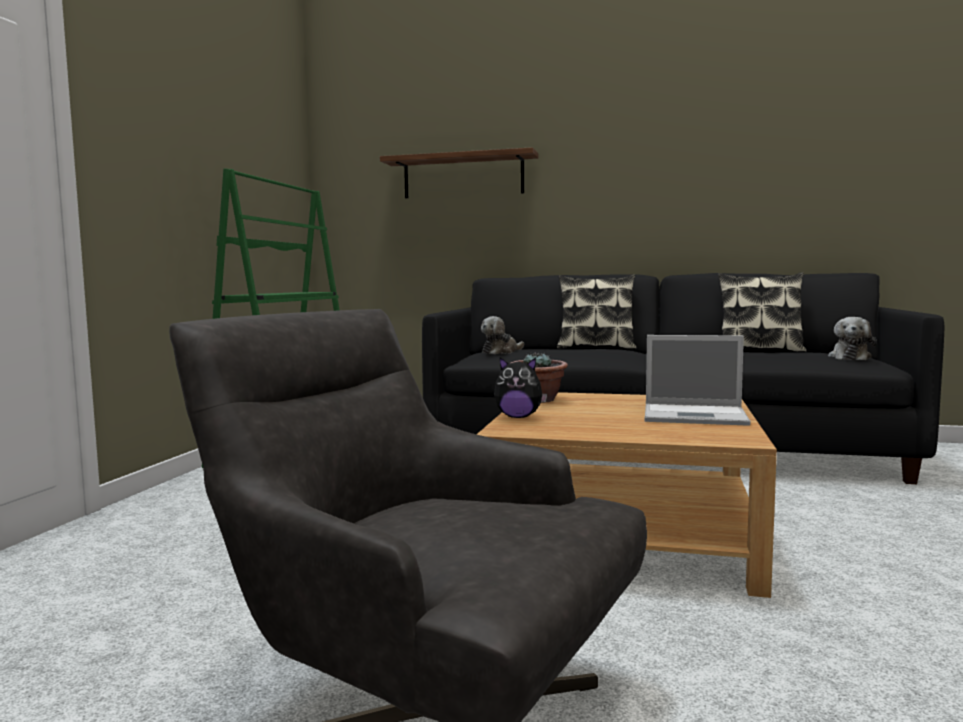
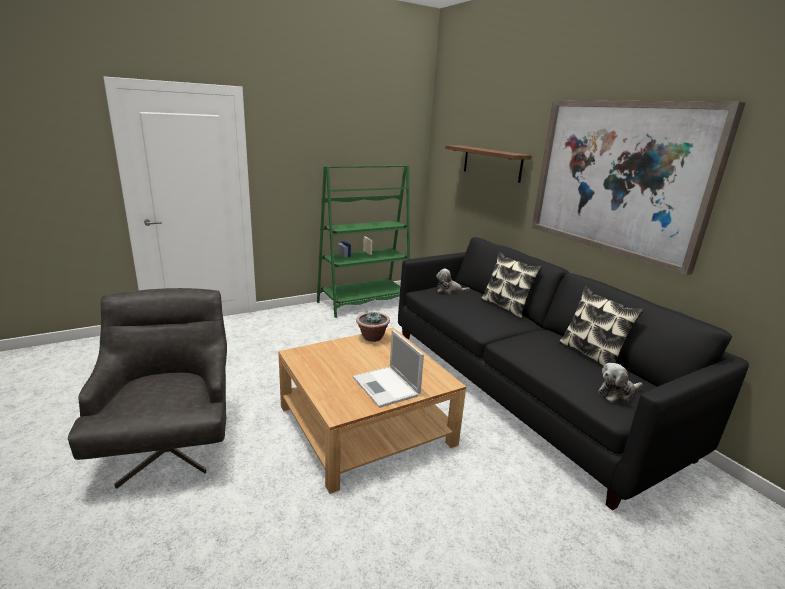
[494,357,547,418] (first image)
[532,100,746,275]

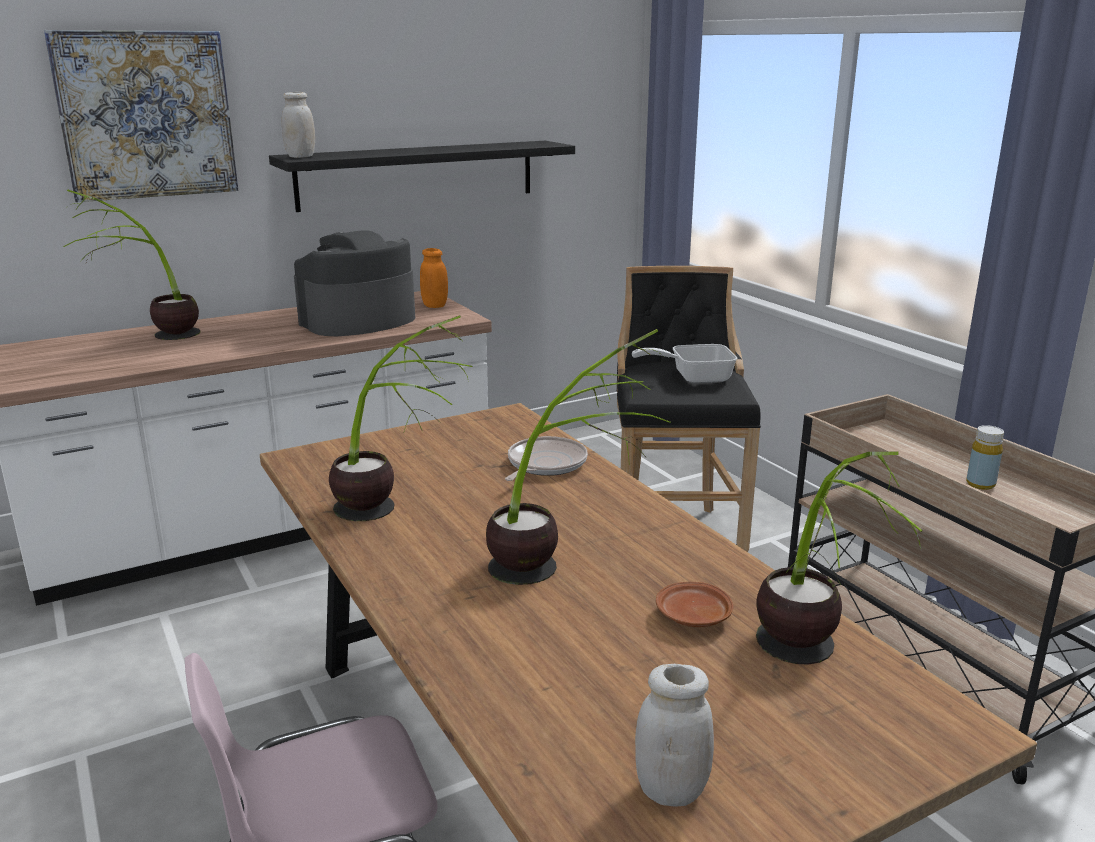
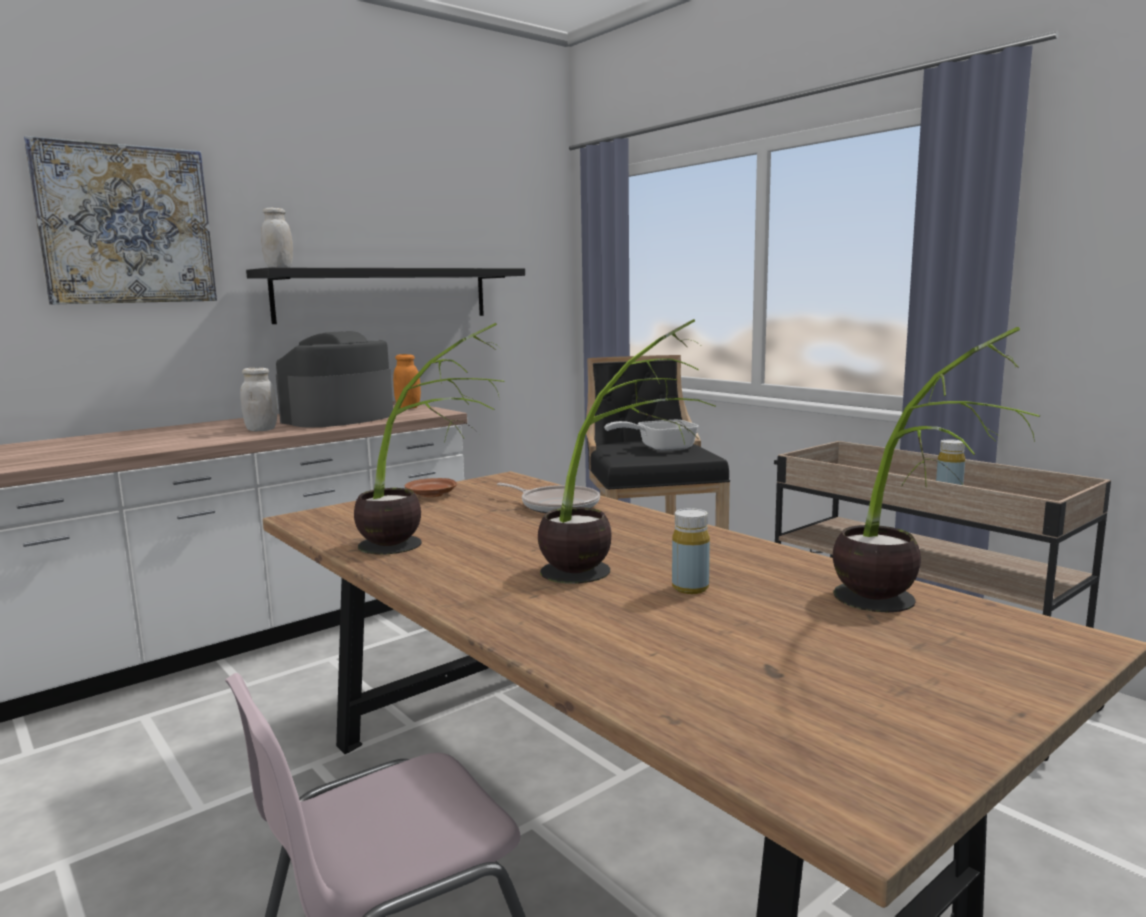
[63,189,201,340] (first image)
[672,508,710,594]
[240,368,277,431]
[405,478,457,497]
[497,483,600,513]

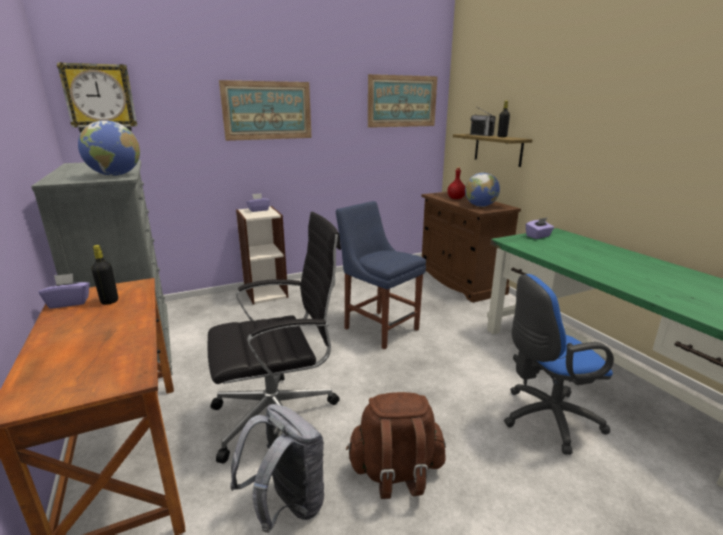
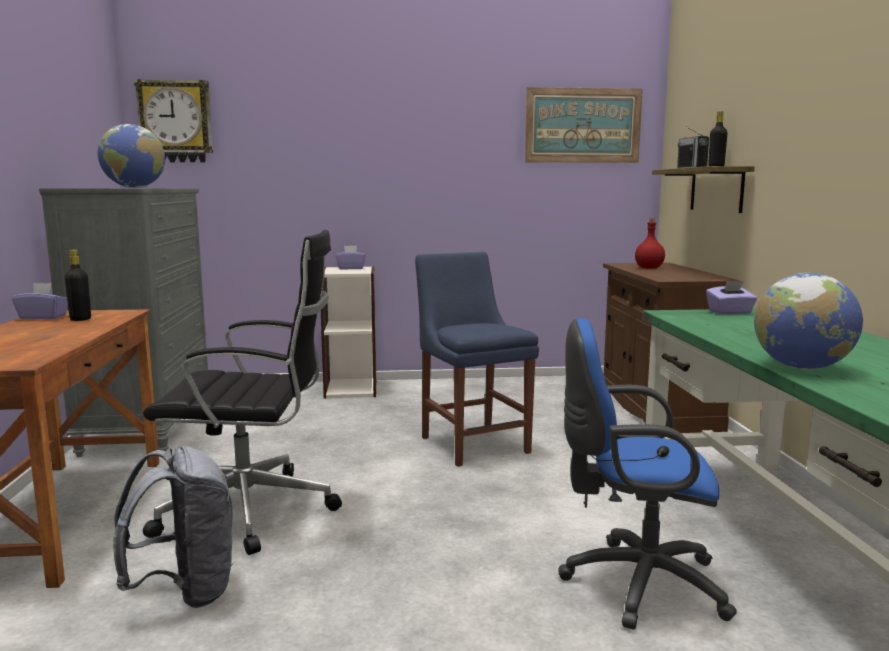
[219,80,312,141] (first image)
[346,392,446,499] (first image)
[754,273,863,370]

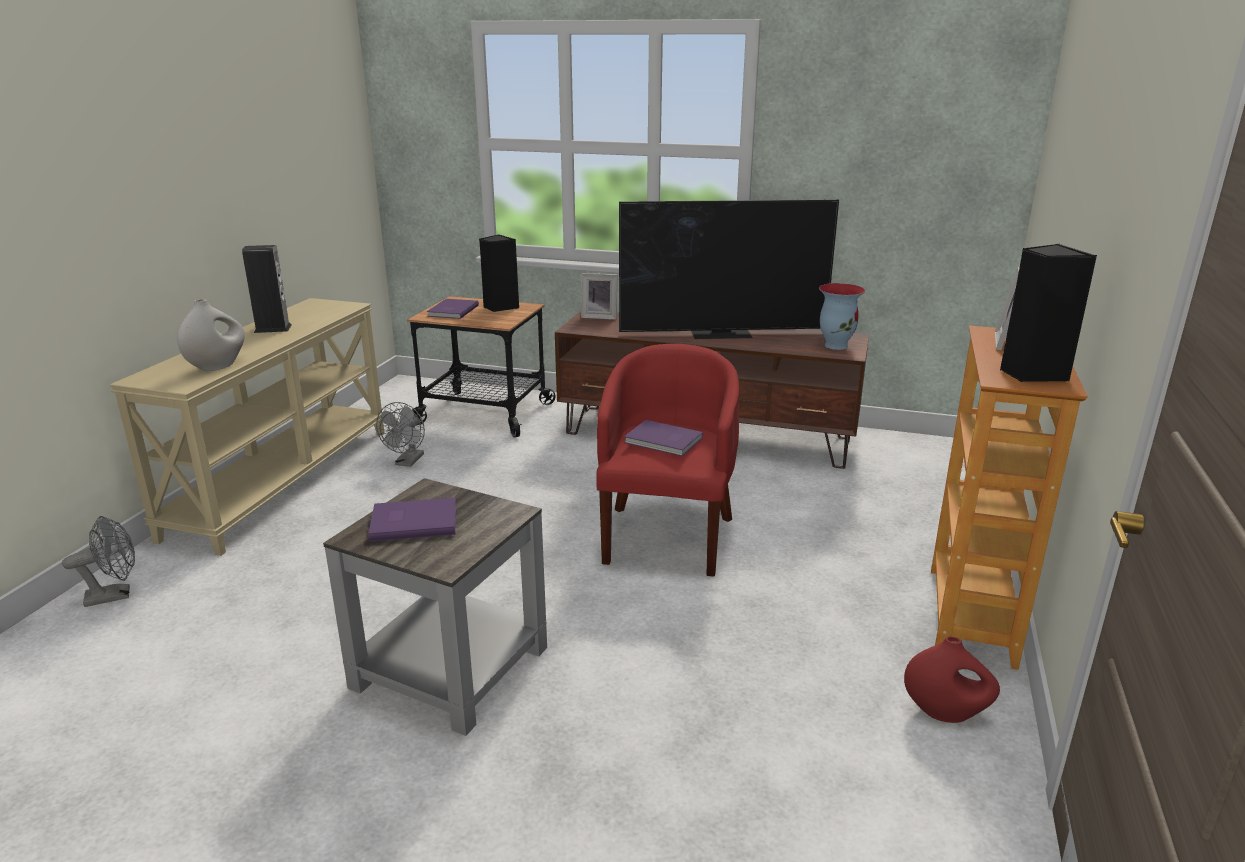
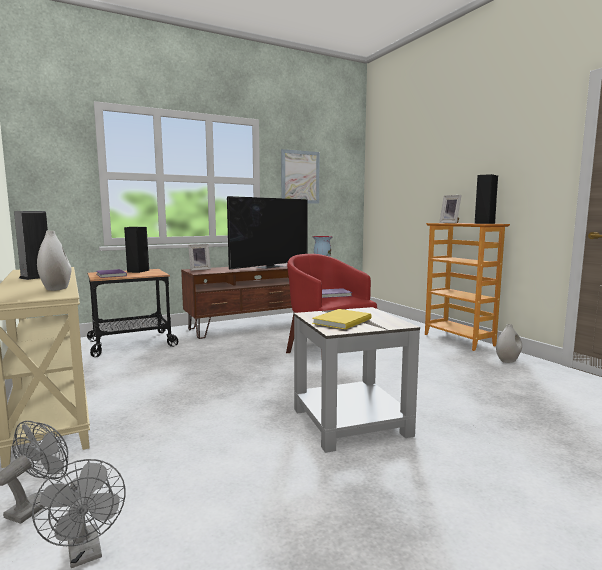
[281,149,320,204]
[32,459,126,568]
[312,309,372,329]
[496,324,522,363]

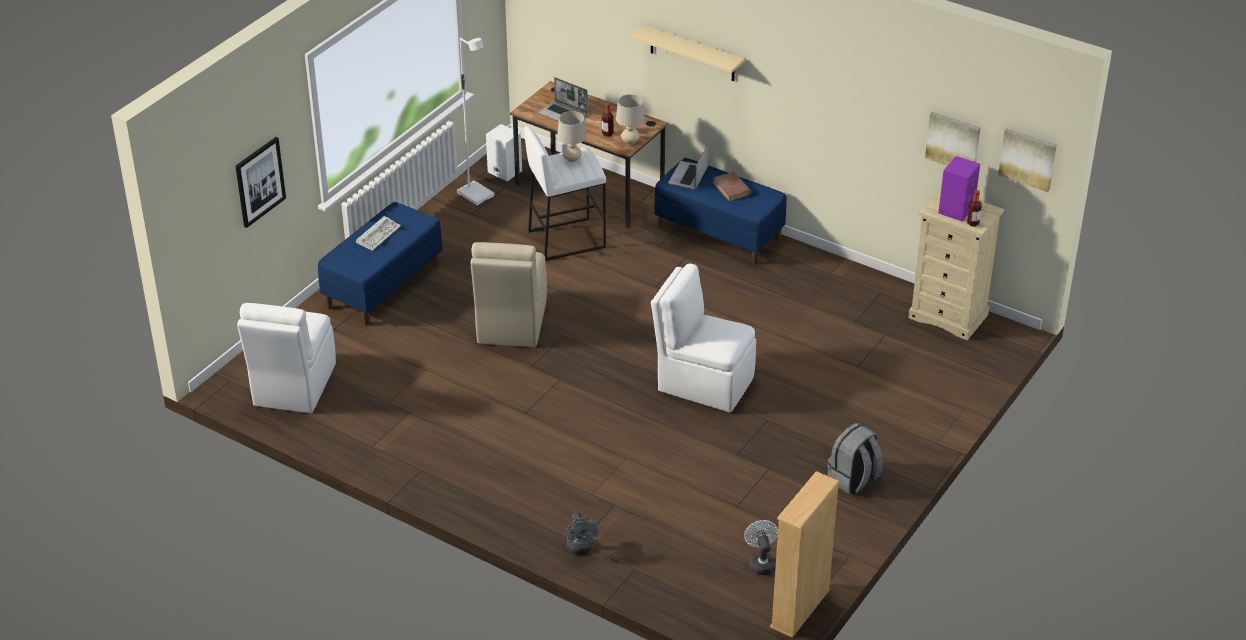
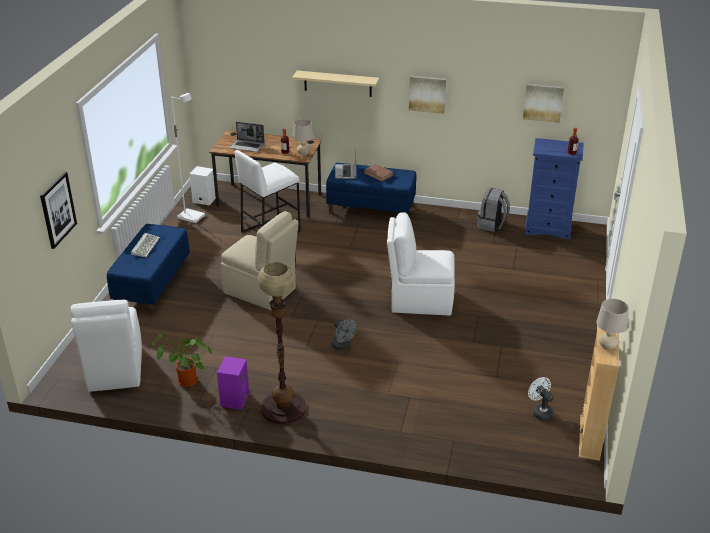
[152,331,212,387]
[258,262,306,424]
[597,299,629,350]
[332,319,357,350]
[477,188,510,232]
[217,356,249,410]
[409,76,446,114]
[524,138,584,239]
[221,211,299,310]

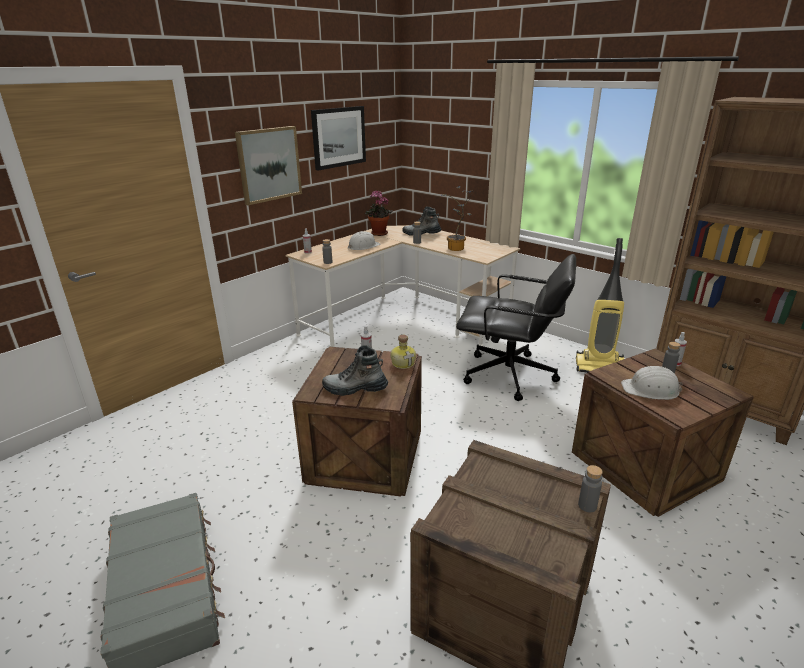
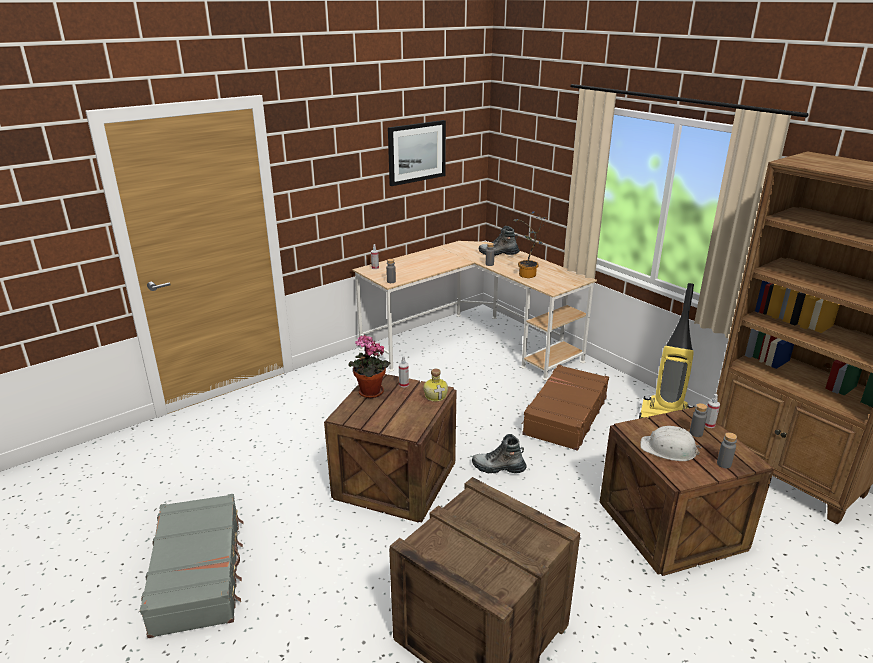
[235,126,302,205] (first image)
[348,231,381,250] (first image)
[472,434,527,473]
[349,335,391,398]
[717,432,737,468]
[522,364,609,451]

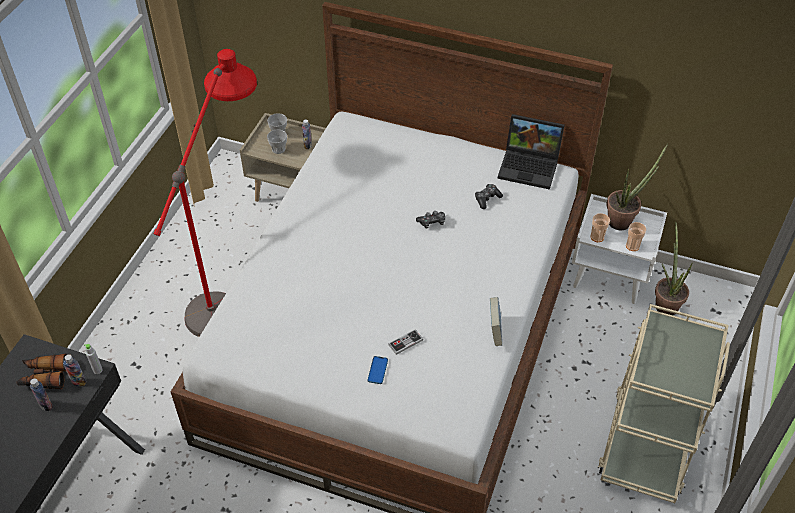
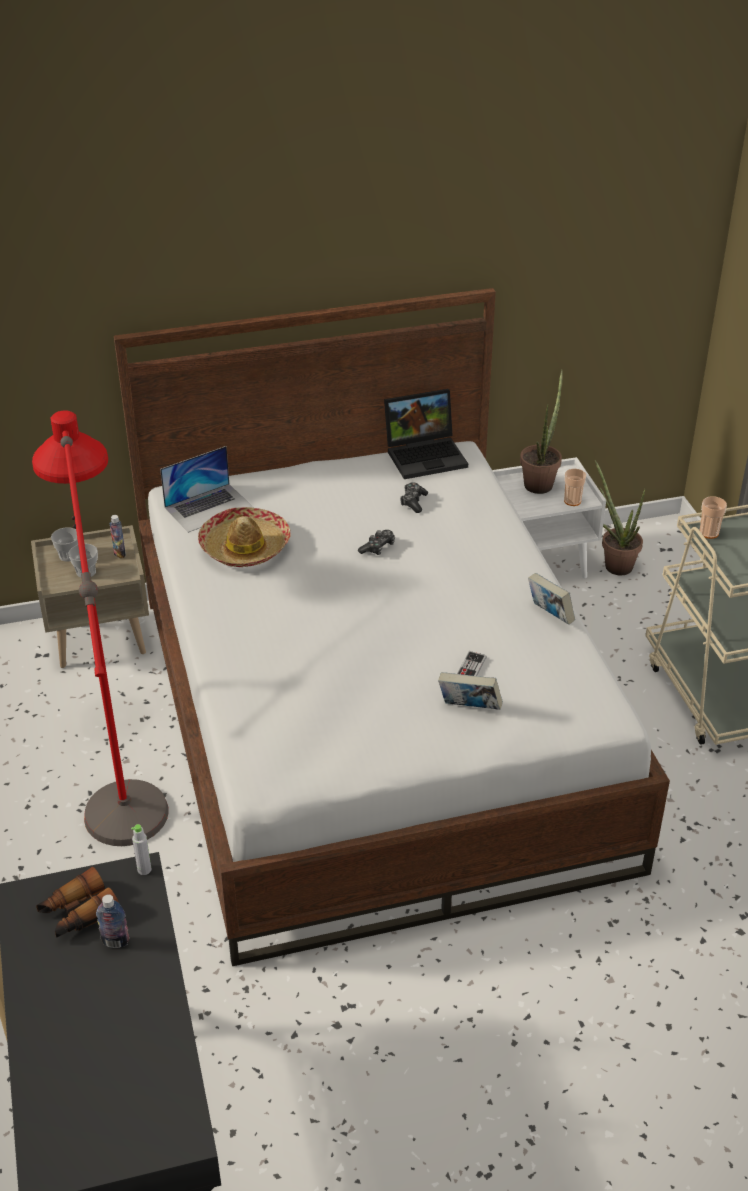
[63,354,87,386] (first image)
[160,446,254,533]
[198,507,291,567]
[700,496,727,539]
[438,672,503,710]

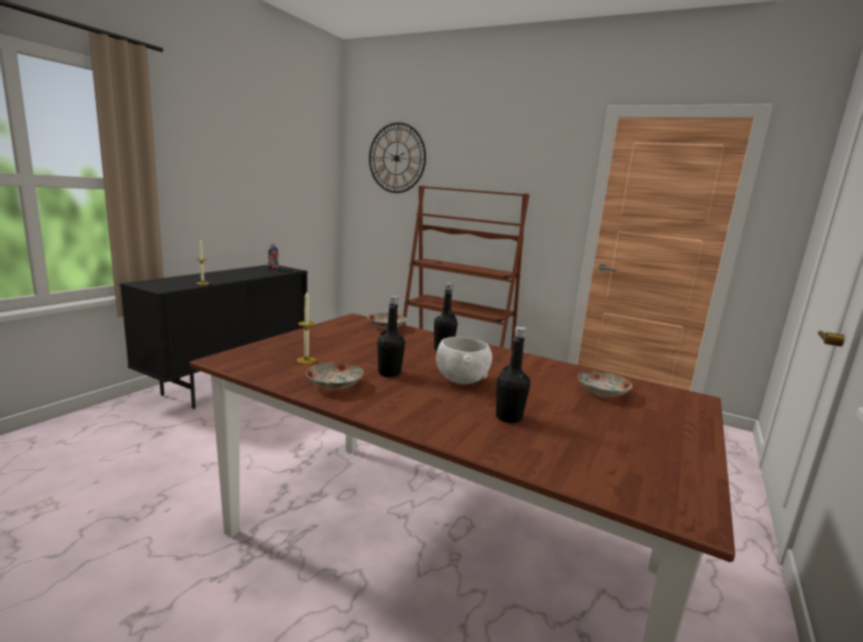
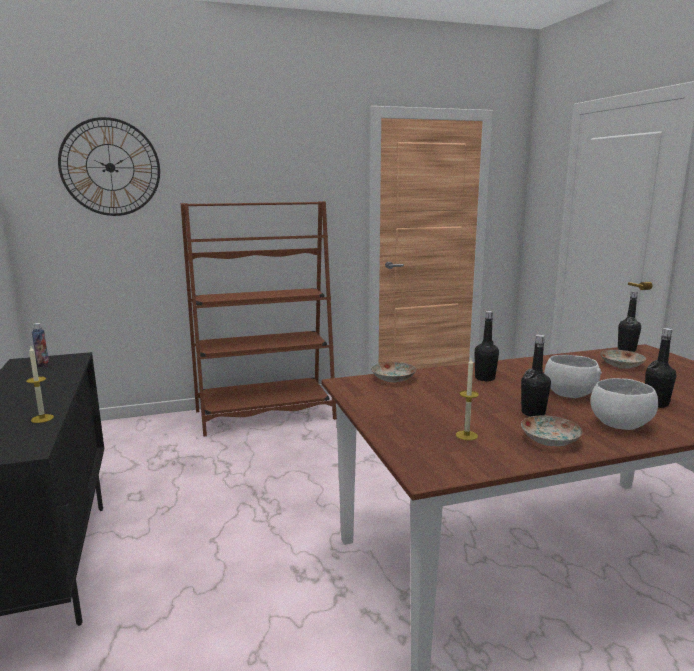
[591,378,658,430]
[618,291,641,352]

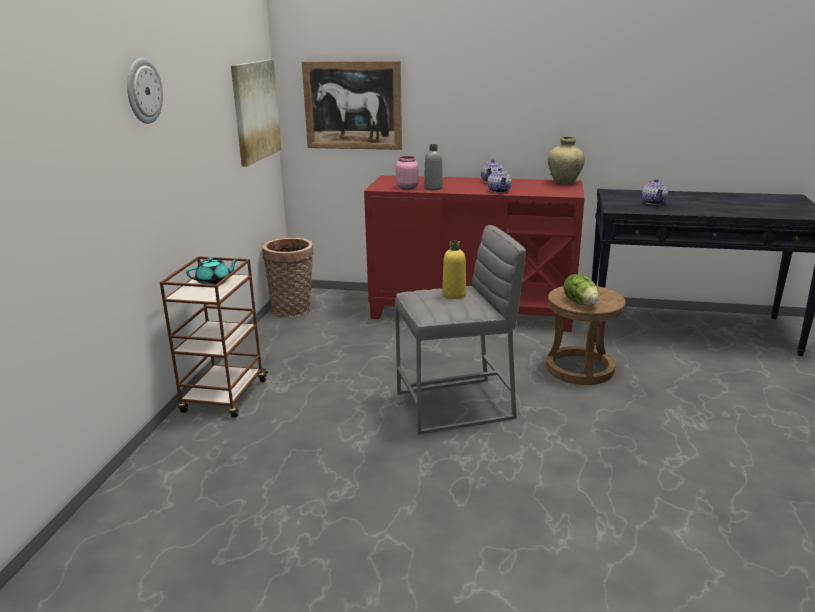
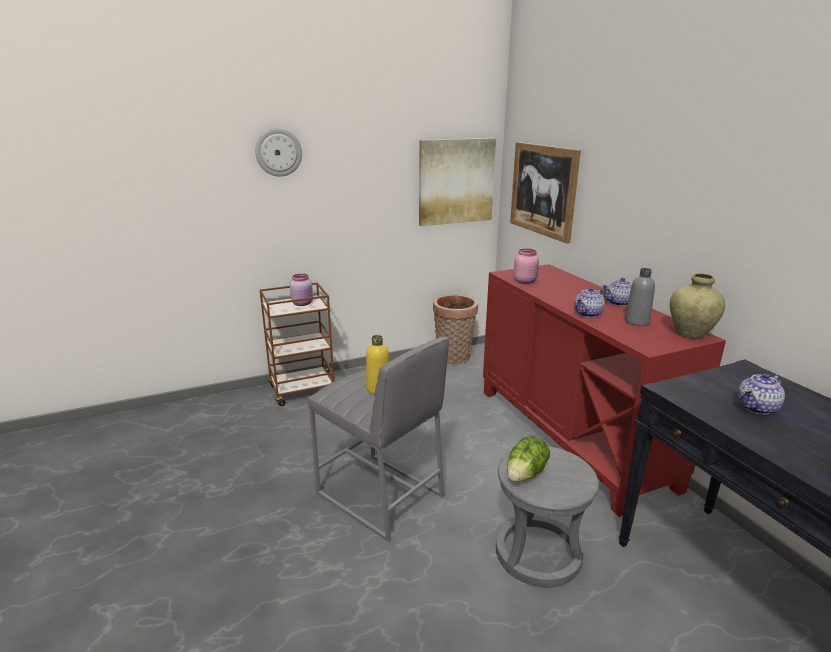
[625,268,655,326]
[290,274,313,306]
[496,446,599,588]

